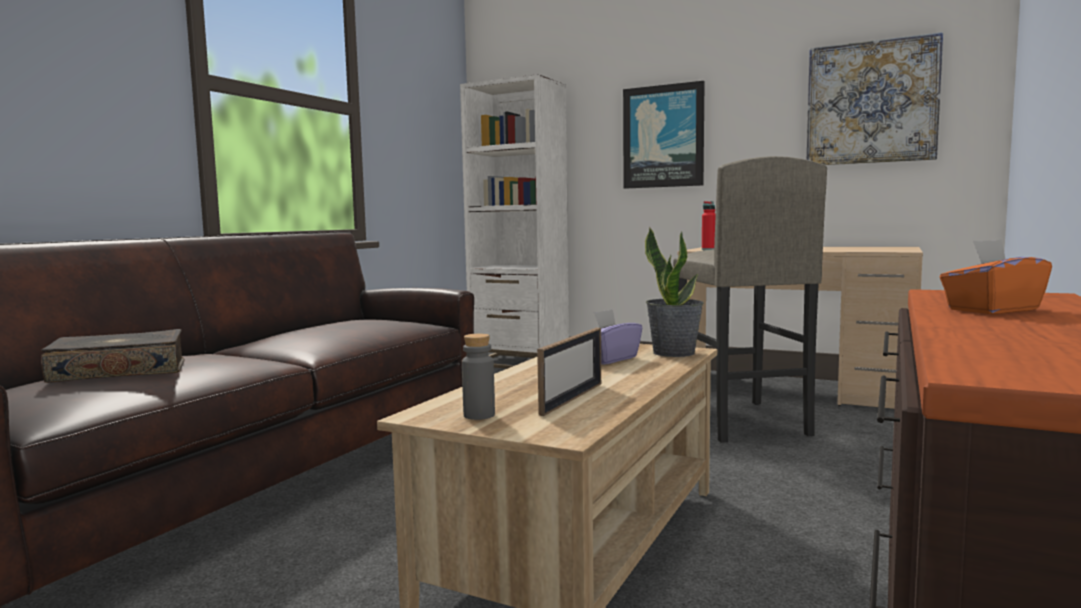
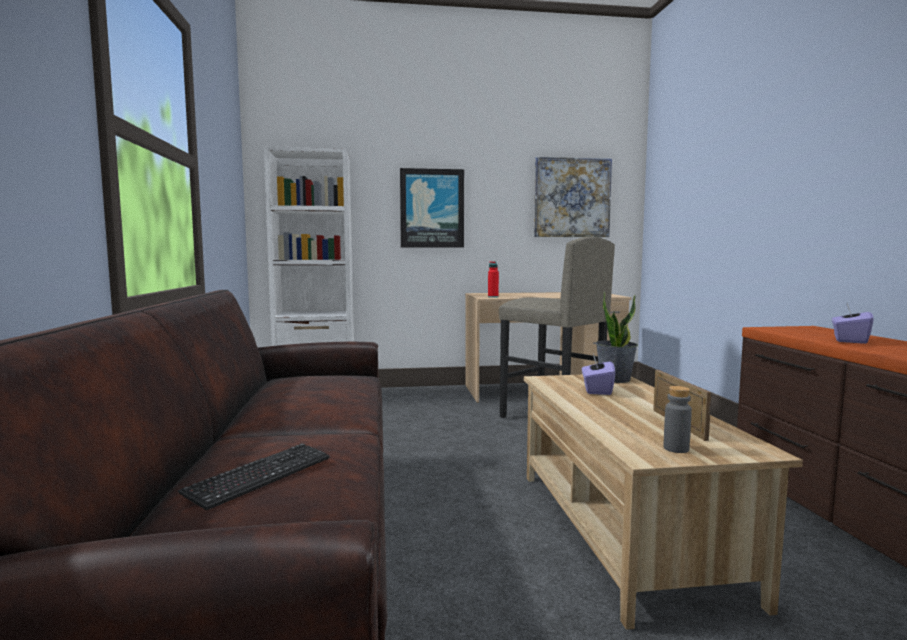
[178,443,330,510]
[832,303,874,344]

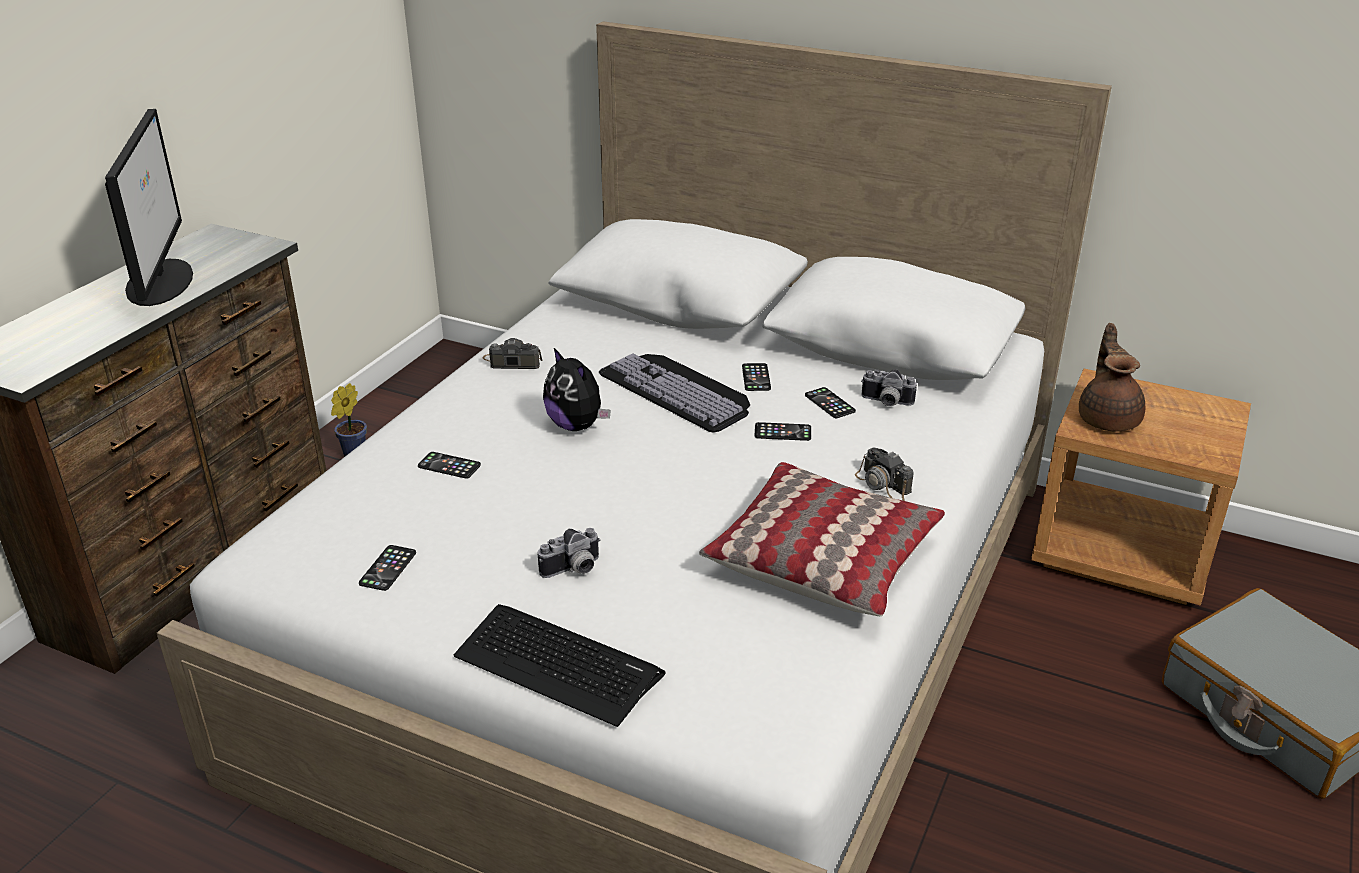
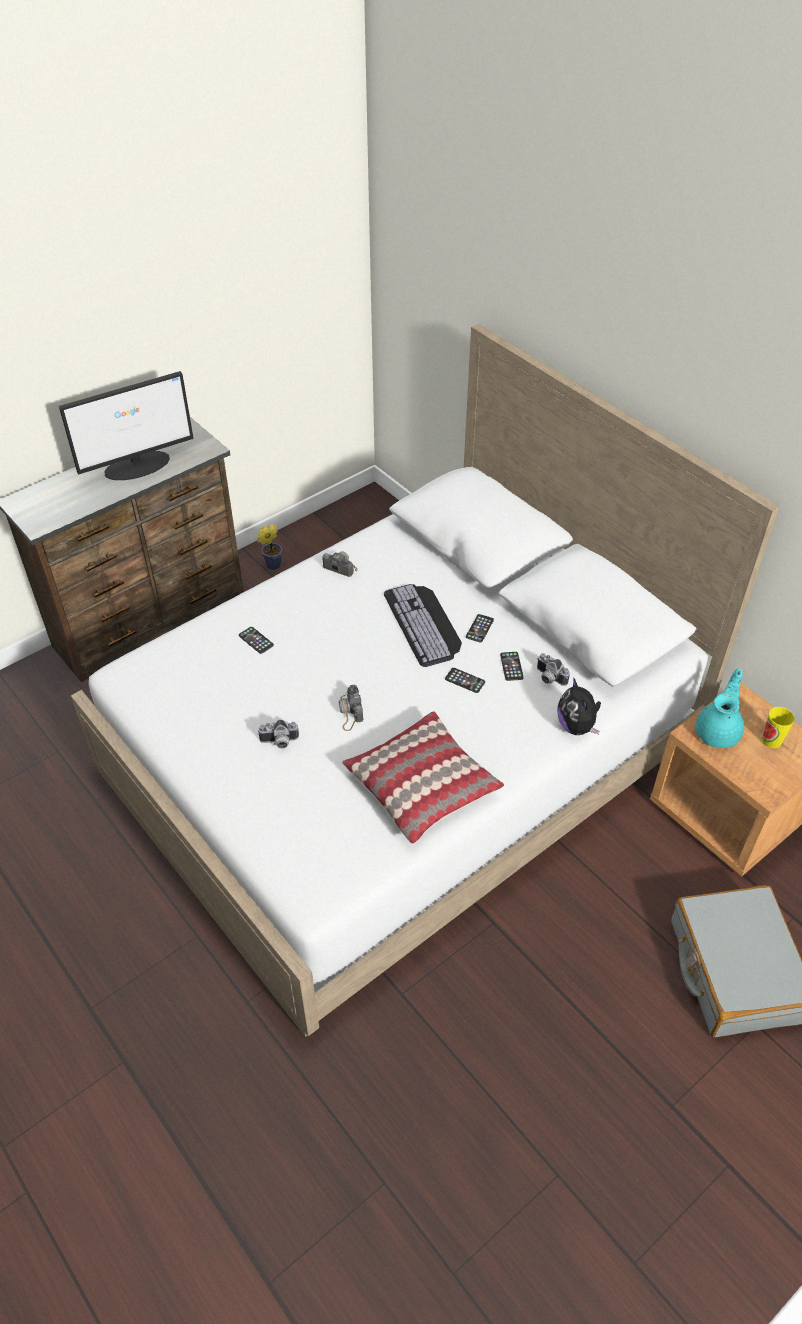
[359,545,416,591] (first image)
[454,604,666,727] (first image)
[762,707,795,748]
[557,677,601,735]
[339,684,363,731]
[696,668,744,748]
[59,371,194,480]

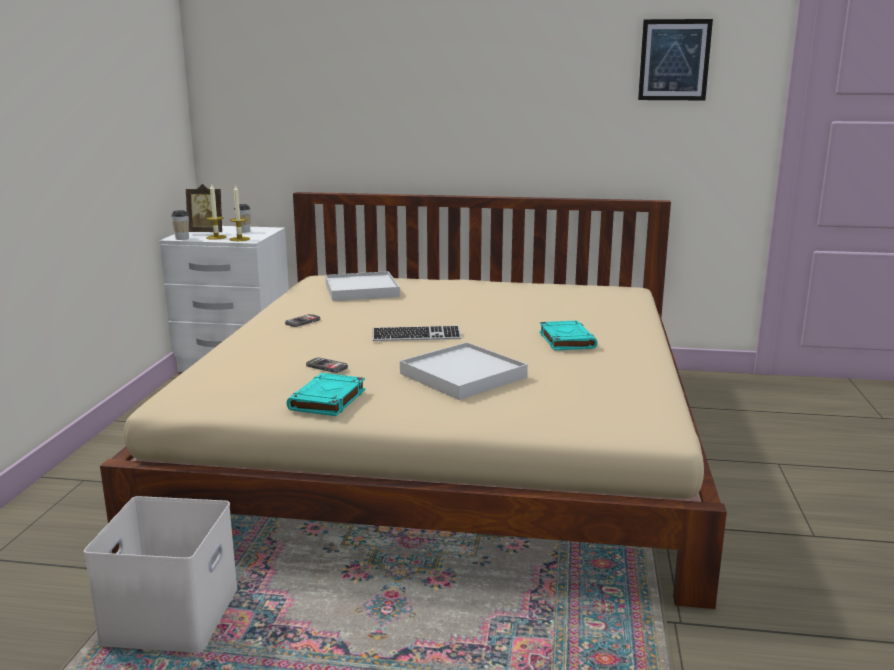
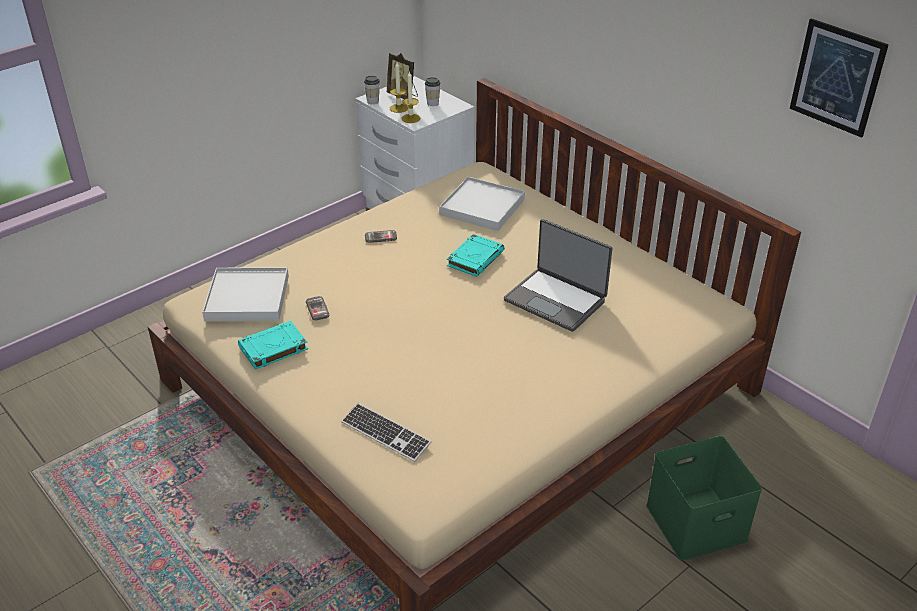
[84,496,237,653] (first image)
[504,219,612,332]
[646,436,762,561]
[341,403,431,462]
[202,267,289,321]
[447,234,504,277]

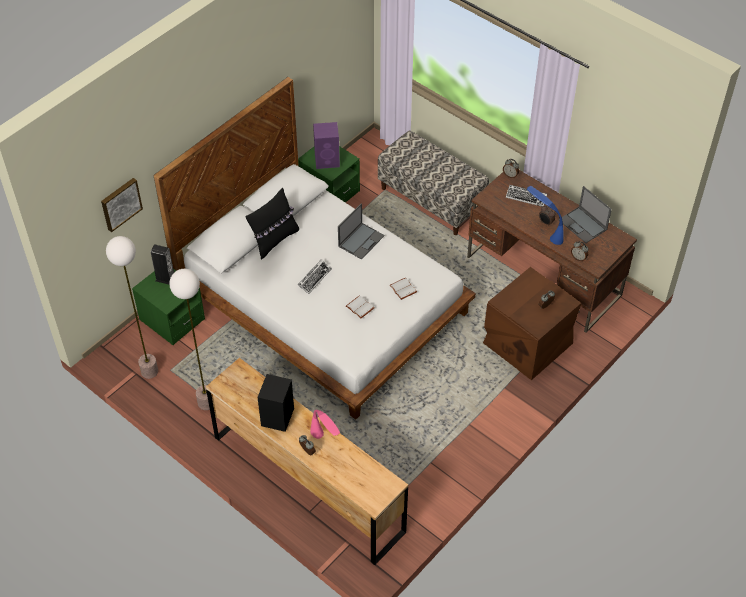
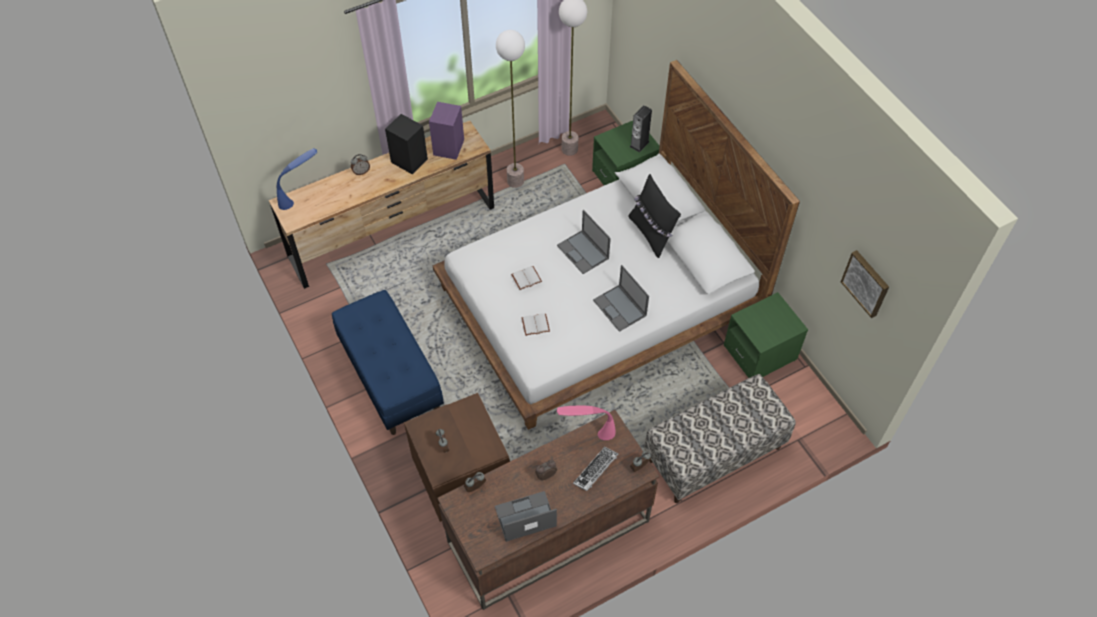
[332,290,444,435]
[841,250,889,318]
[557,406,616,440]
[429,102,464,160]
[277,148,317,210]
[557,210,611,274]

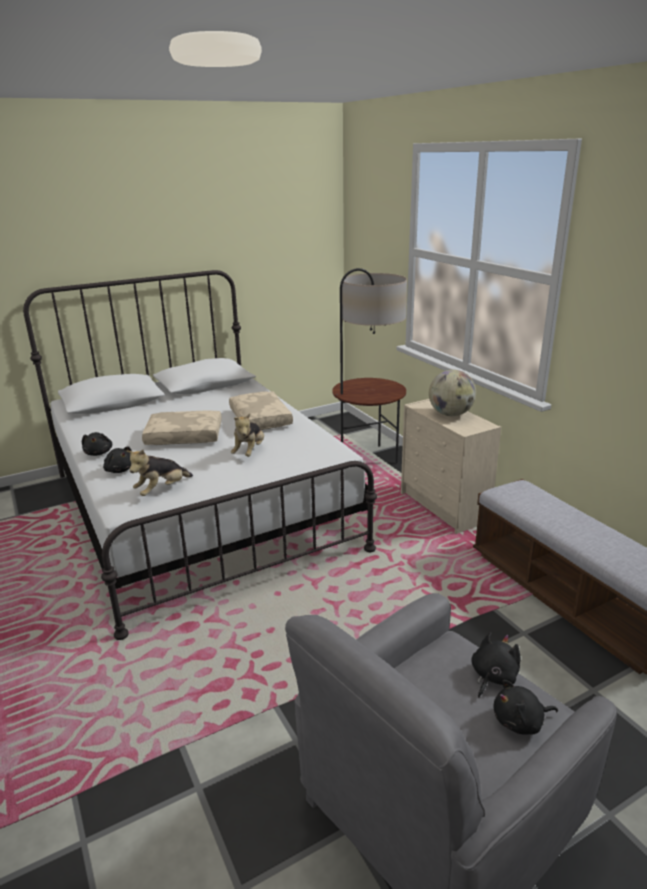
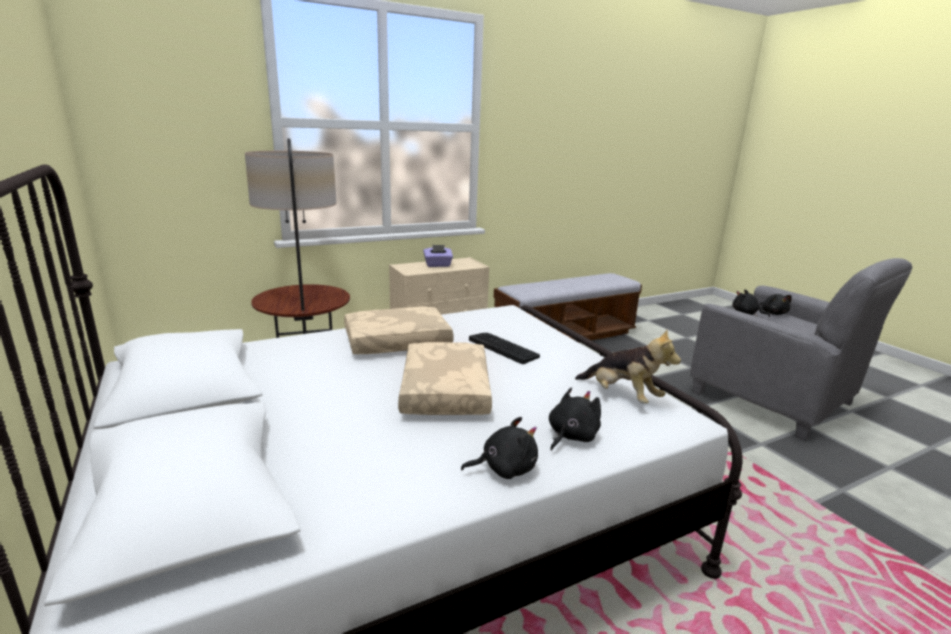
[469,333,540,364]
[423,245,453,267]

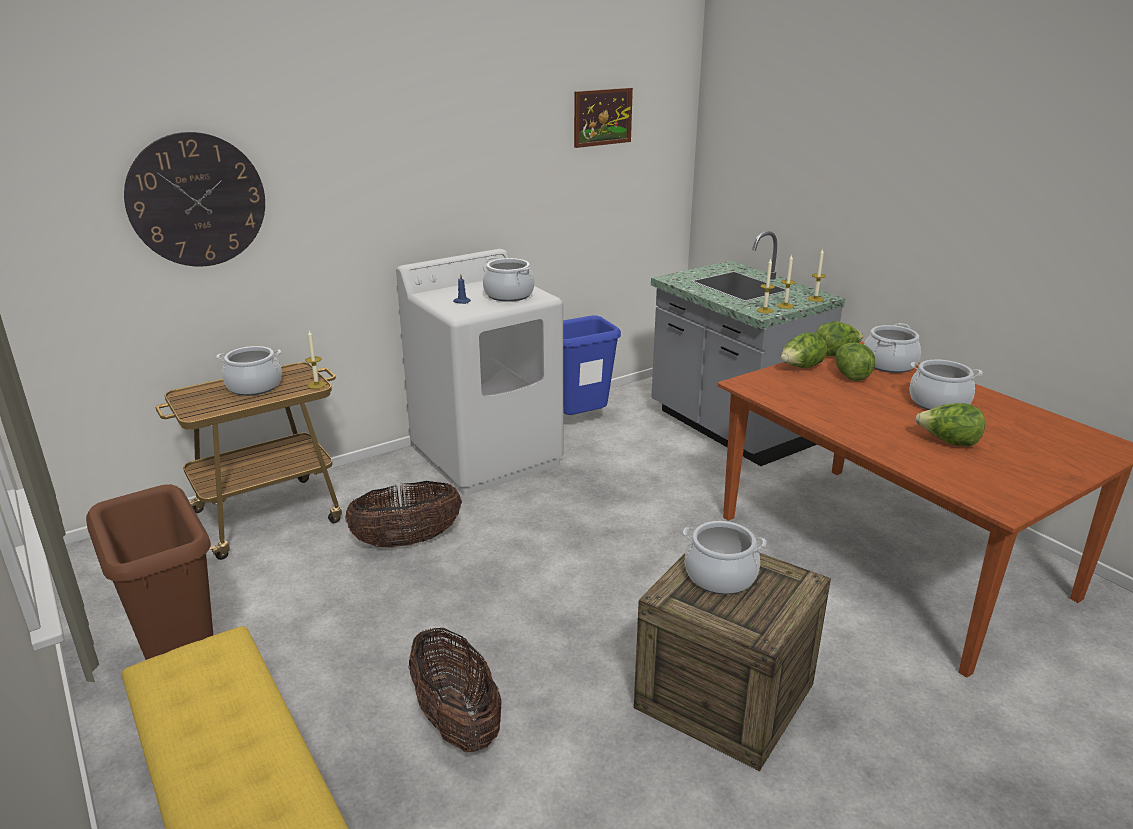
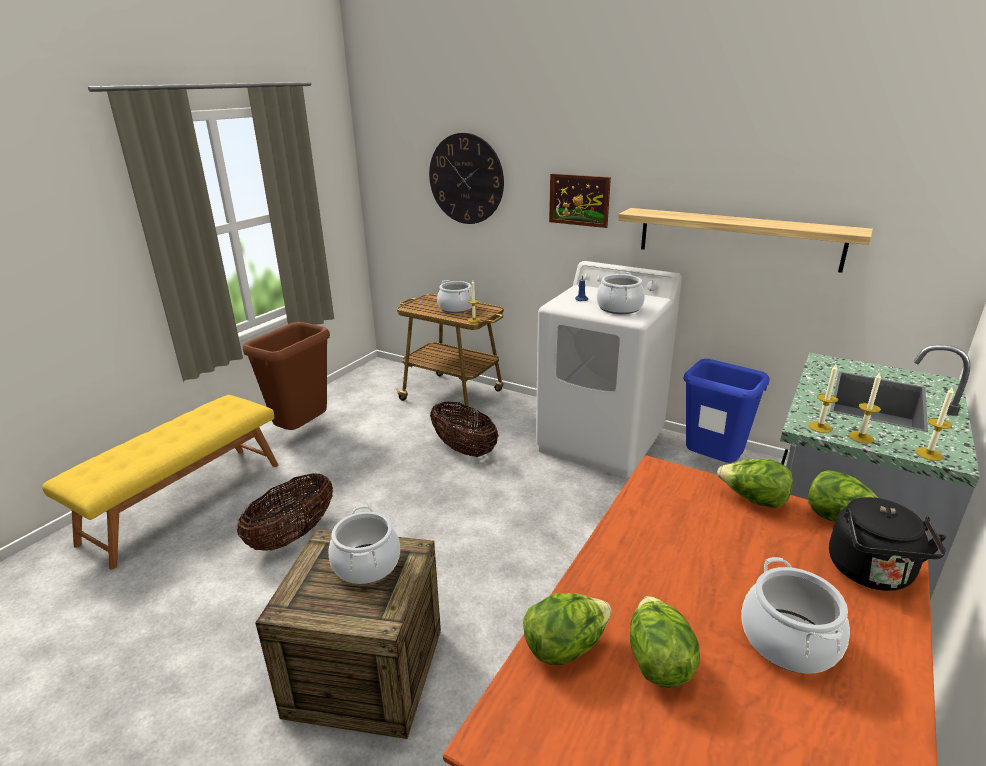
[618,208,873,273]
[549,174,611,228]
[523,593,612,665]
[829,497,946,591]

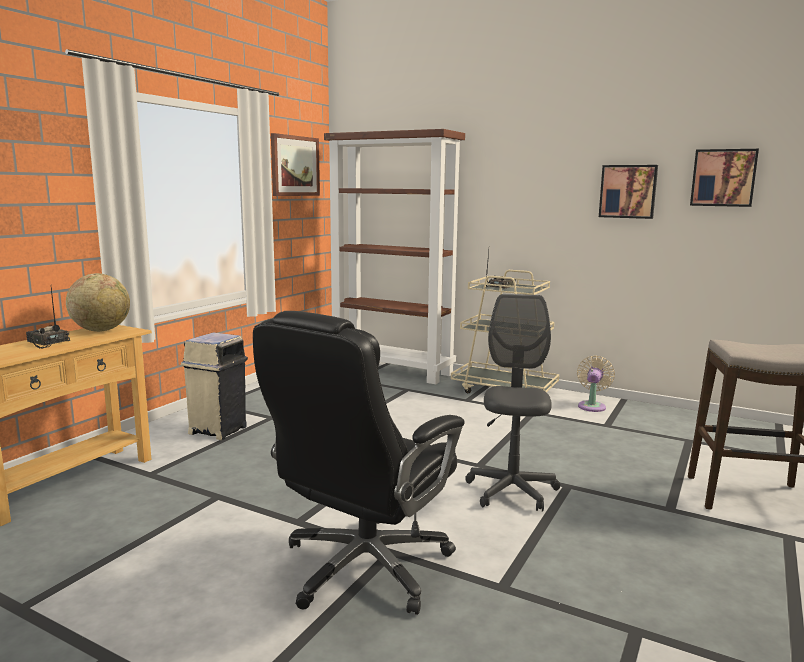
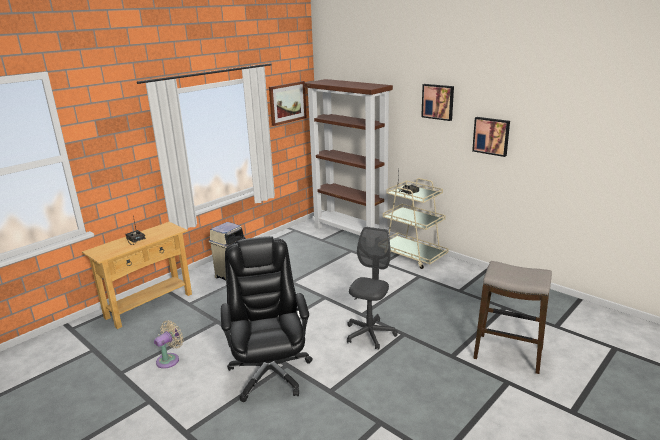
[66,273,130,332] (first image)
[154,320,183,369]
[421,84,454,121]
[221,236,313,402]

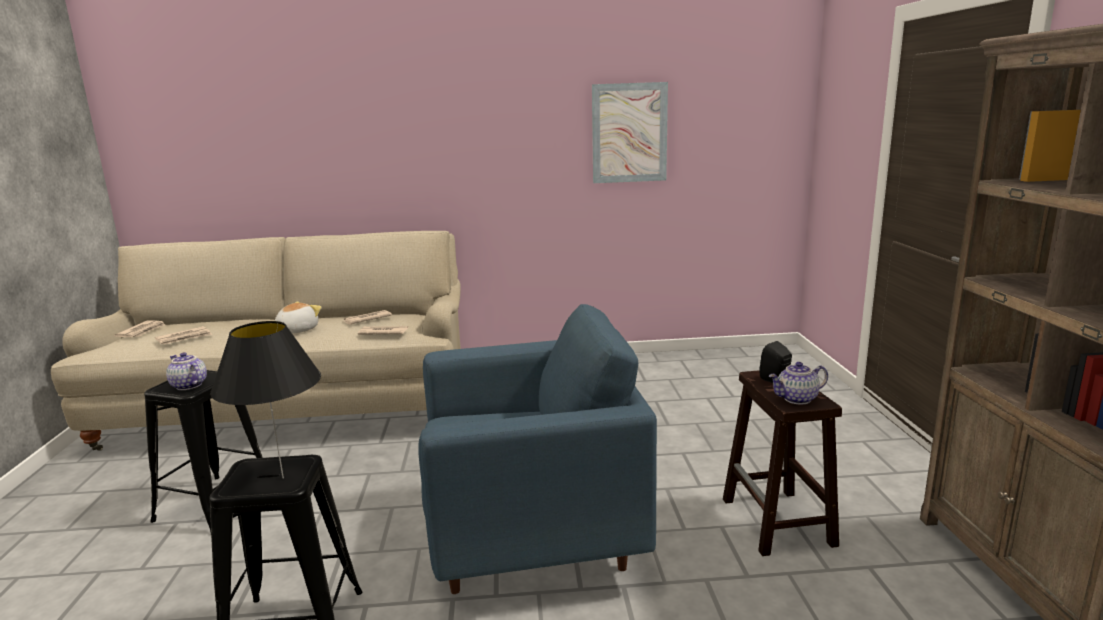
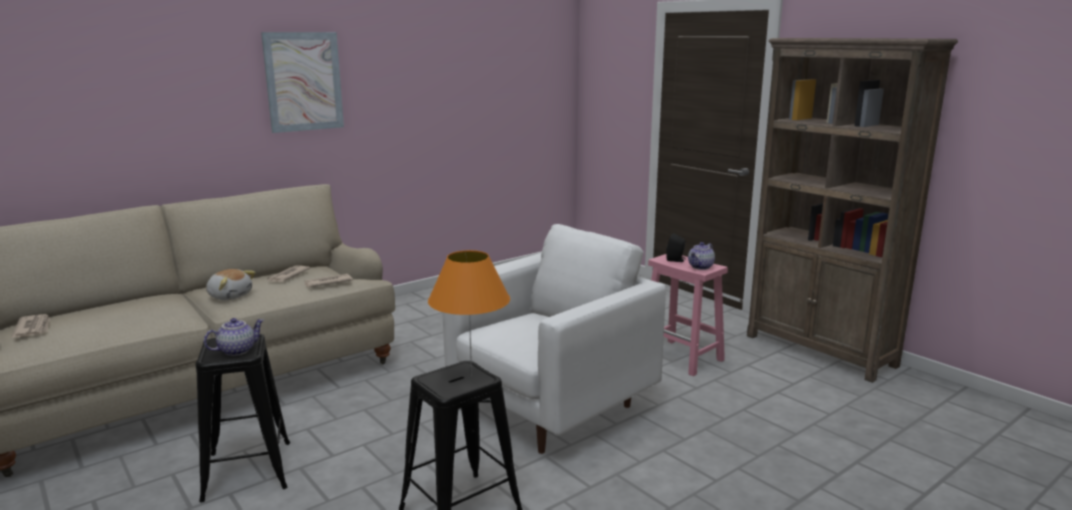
[155,326,213,345] (first image)
[261,32,344,133]
[428,250,510,378]
[442,224,666,454]
[648,254,728,376]
[204,318,264,356]
[206,269,256,300]

